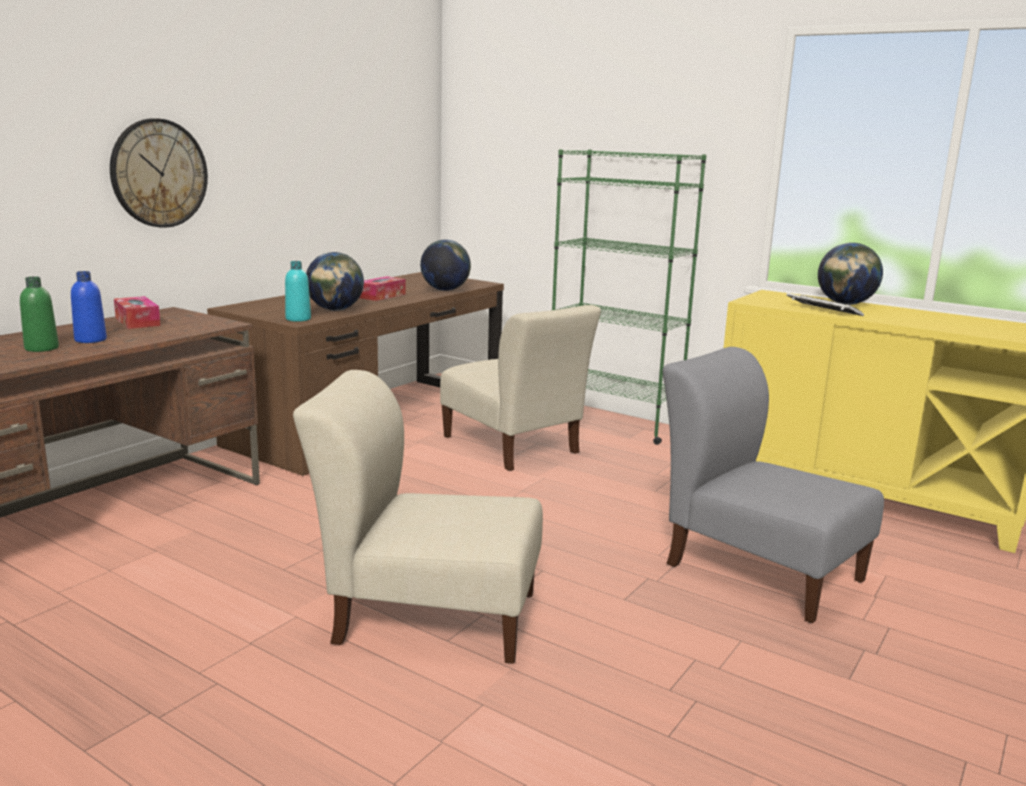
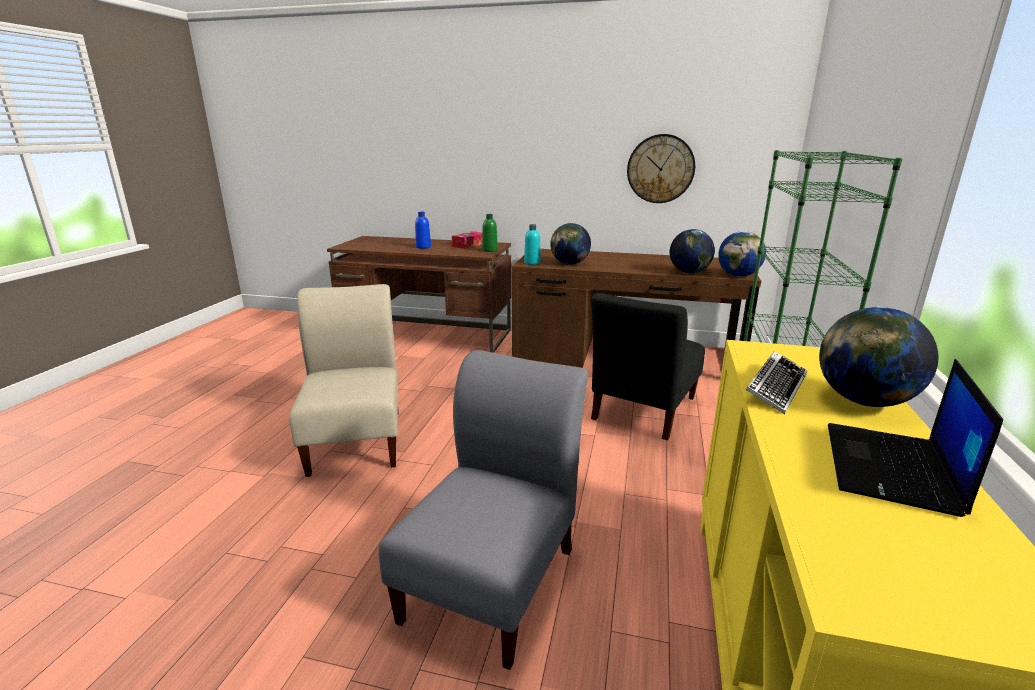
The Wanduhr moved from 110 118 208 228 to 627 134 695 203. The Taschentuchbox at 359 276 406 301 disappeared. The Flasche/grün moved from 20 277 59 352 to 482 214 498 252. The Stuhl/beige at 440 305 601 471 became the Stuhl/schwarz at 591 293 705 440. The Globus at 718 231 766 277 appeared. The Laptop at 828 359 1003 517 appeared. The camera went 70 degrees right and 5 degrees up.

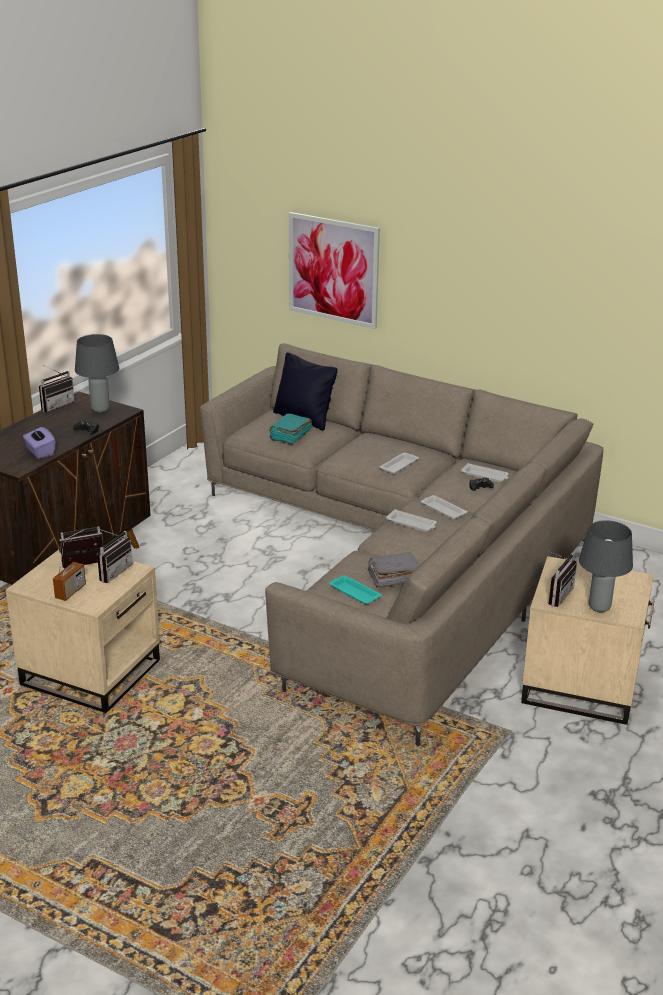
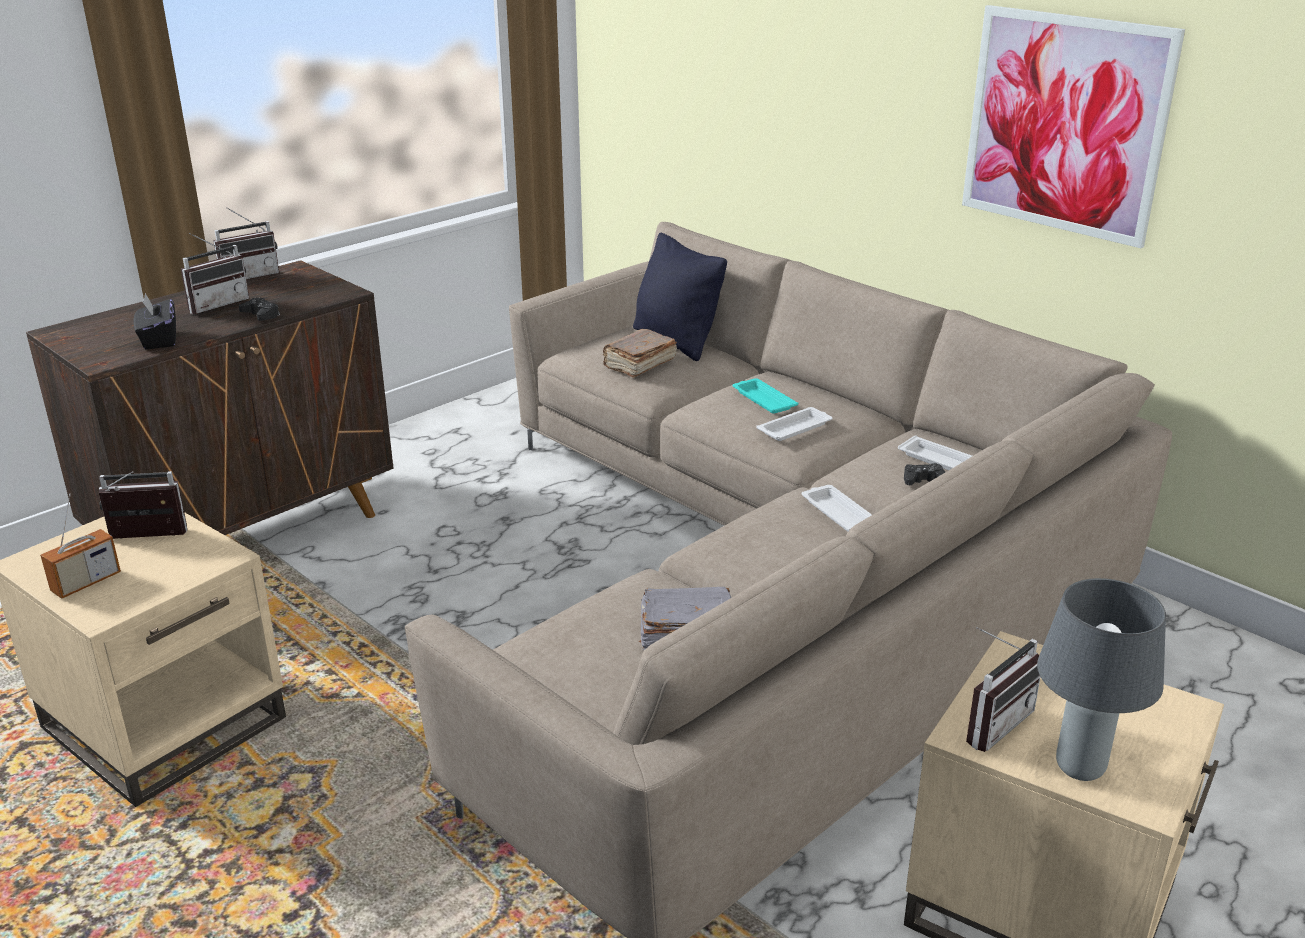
The Bild moved from 289 212 380 329 to 962 5 1185 248. The Tischlampe/grau at 75 334 119 413 disappeared. The Buch/türkis at 269 414 312 445 became the Buch/braun at 603 329 677 378. The Taschentuchbox/lila at 23 426 55 459 became the Taschentuchbox/schwarz at 134 293 176 349. The Tablett/weiß at 386 509 437 532 disappeared. The Radio moved from 96 528 133 583 to 181 233 249 314. The Tablett/türkis moved from 329 575 382 604 to 732 378 798 414. The camera went 15 degrees right and 0 degrees up.

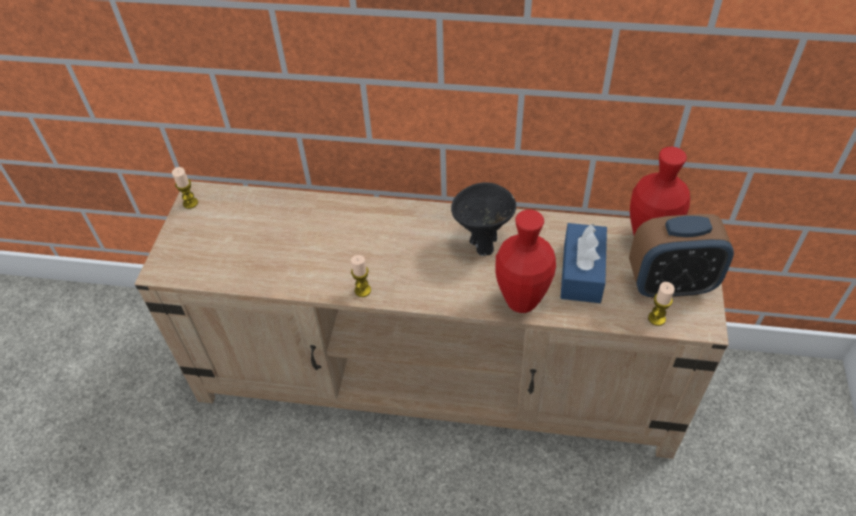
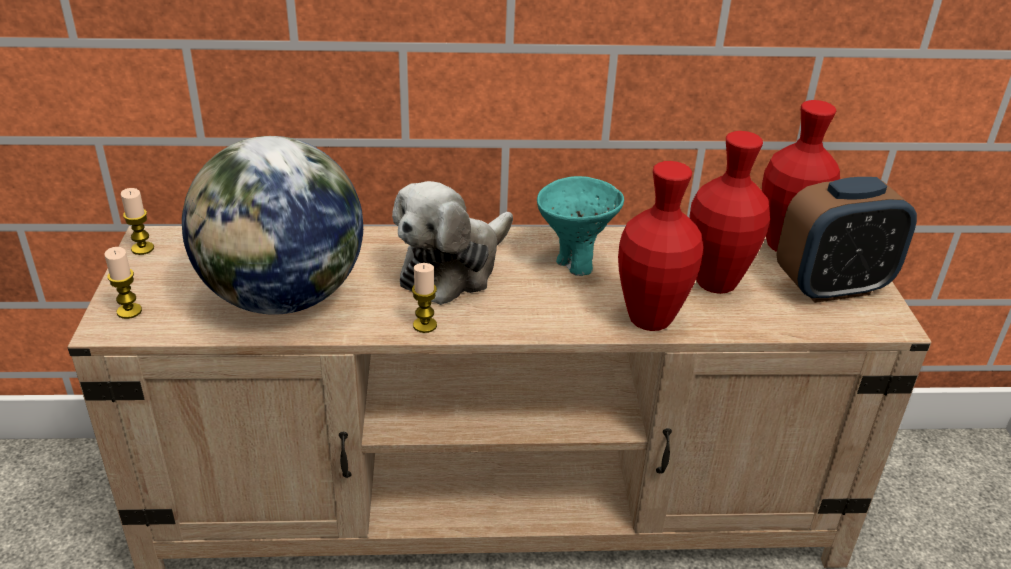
The Schüssel/schwarz at 451 182 516 256 became the Schüssel/türkis at 537 176 624 276. The Taschentuchbox/blau at 560 223 607 303 was replaced by the Vase/rot at 689 131 770 294. The Kerze moved from 648 282 675 326 to 104 247 142 319. The Globus at 182 136 363 315 appeared. The Plüschtier at 392 181 513 305 appeared. The camera went 15 degrees left and 15 degrees down.

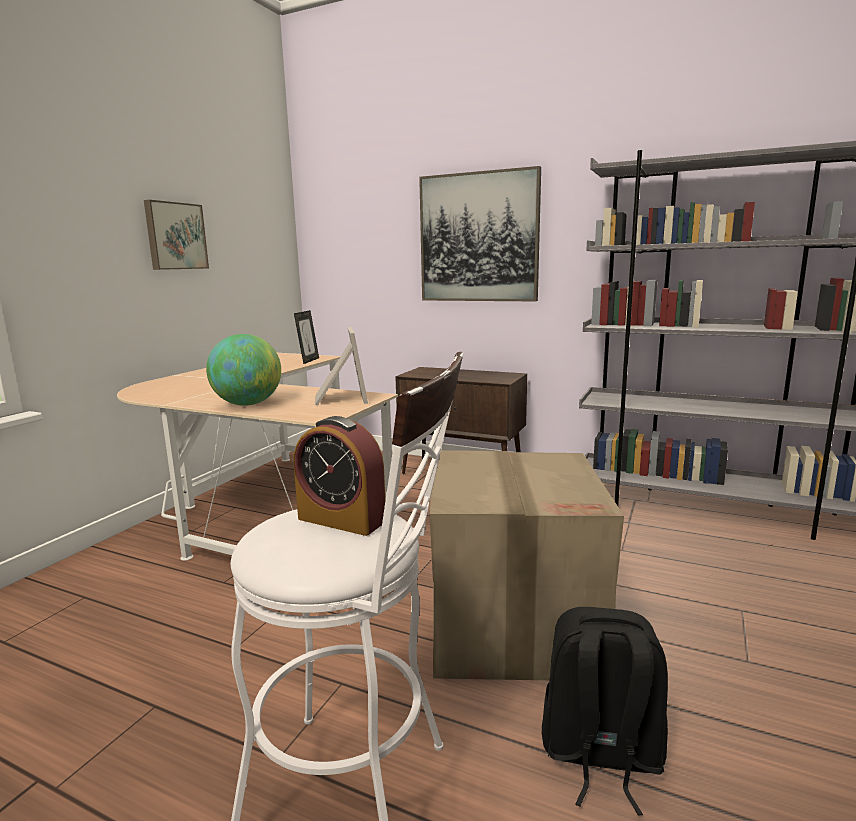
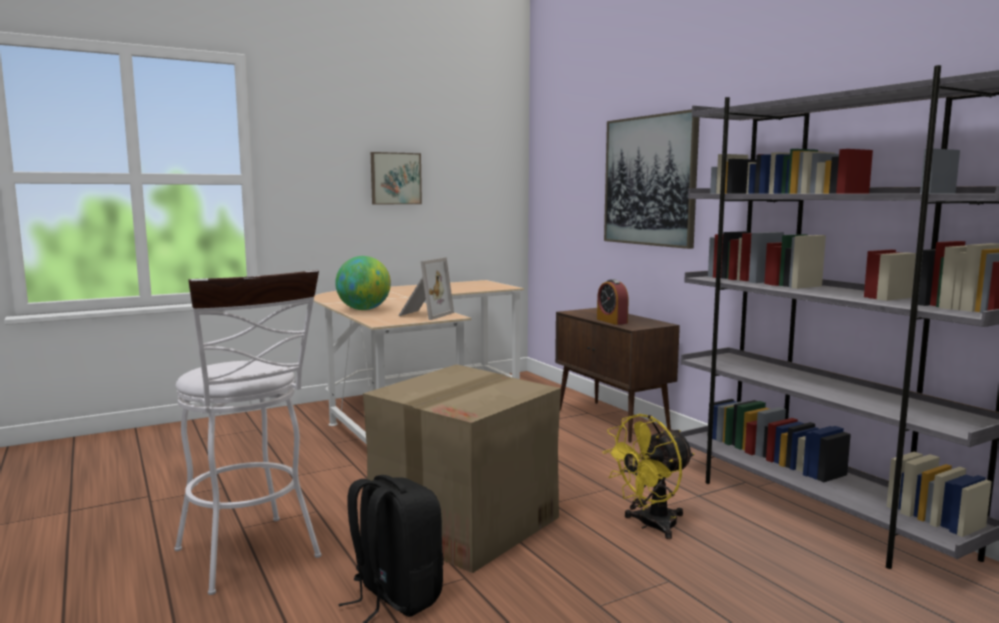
The Bilderrahmen at 294 310 319 364 disappeared. The Wecker moved from 294 416 385 536 to 597 279 629 325. The Ventilator/gelb at 602 414 694 539 appeared. The camera went 35 degrees right and 5 degrees down.

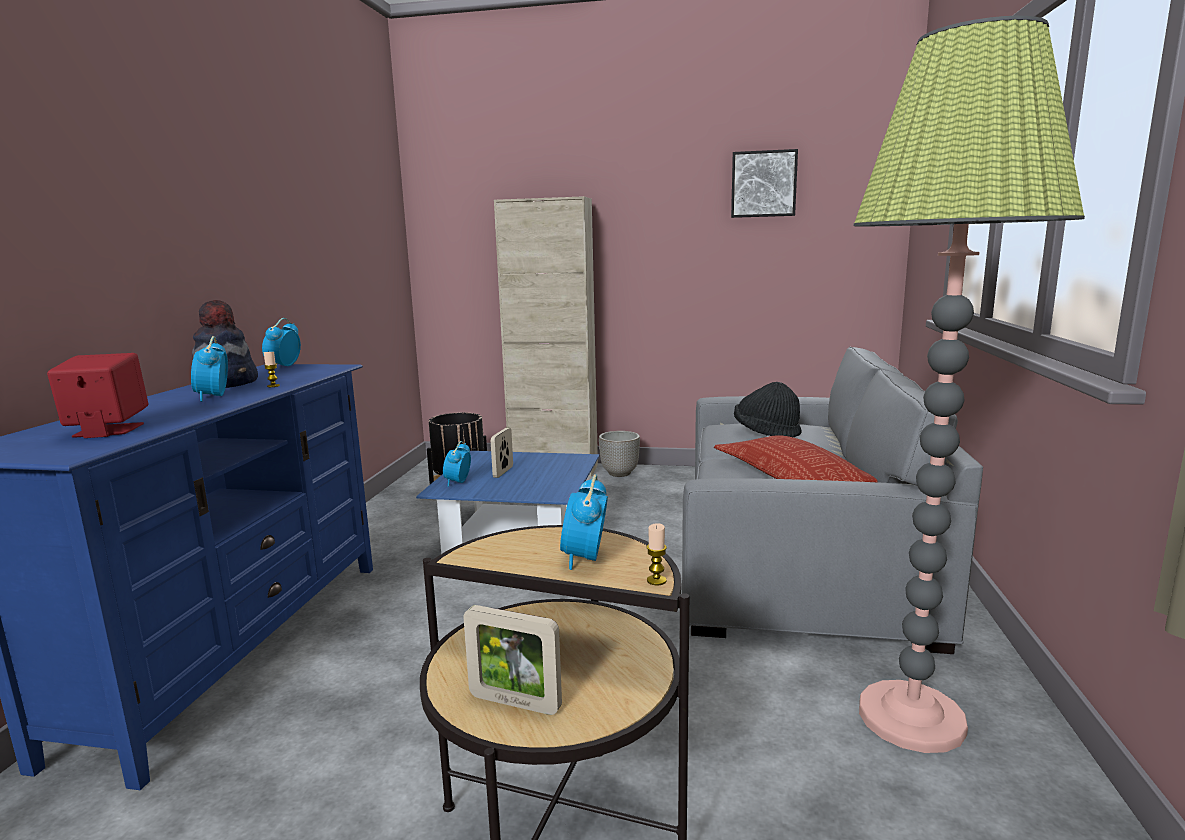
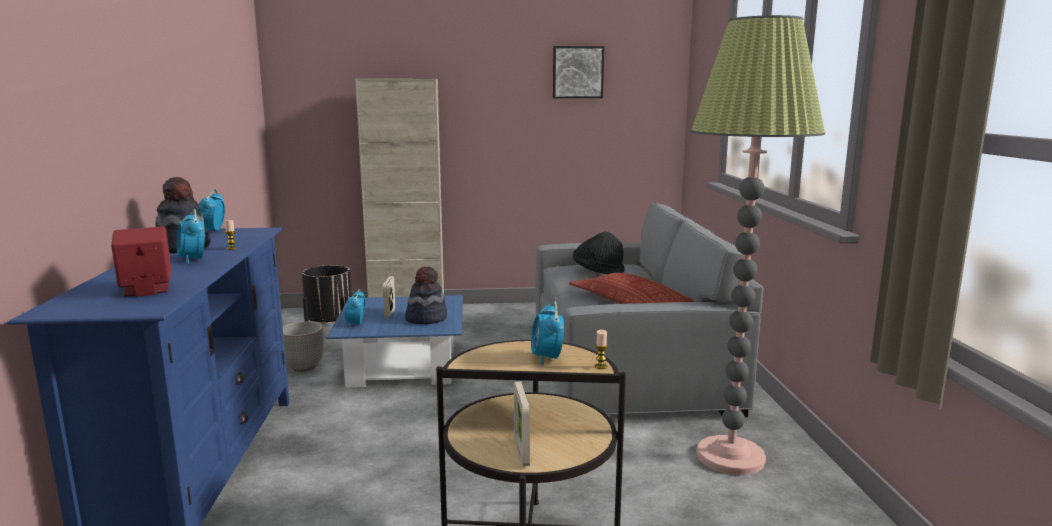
The Pflanzkübel moved from 599 431 640 477 to 283 322 324 372. The Bilderrahmen at 463 605 562 715 turned 75 degrees clockwise. The Hut at 405 266 447 324 appeared. The camera went 15 degrees left and 0 degrees up.

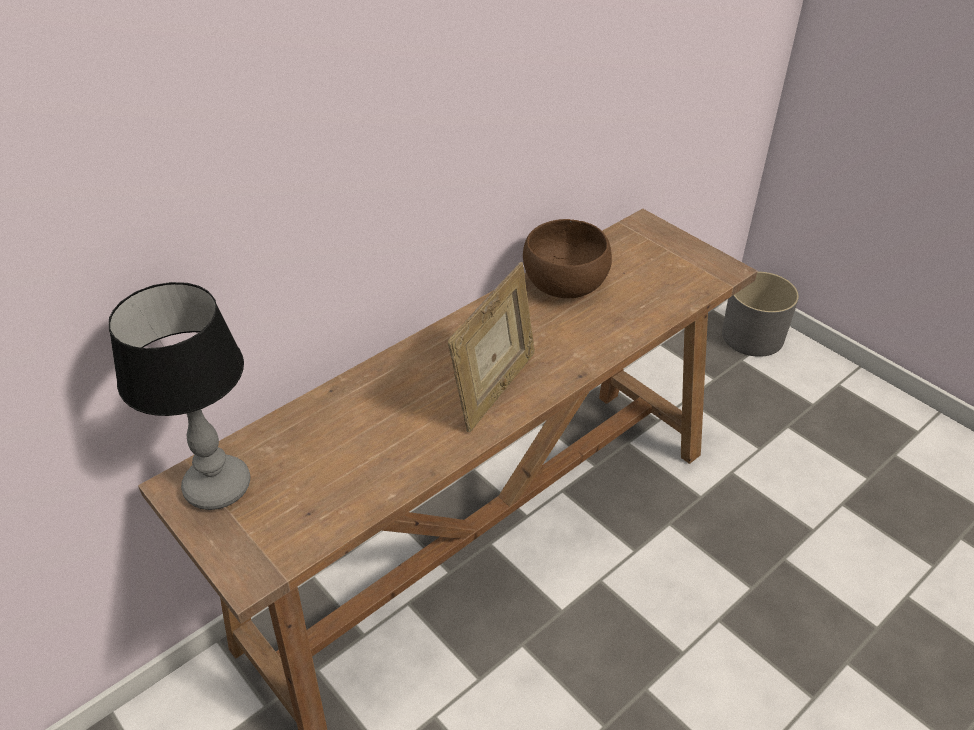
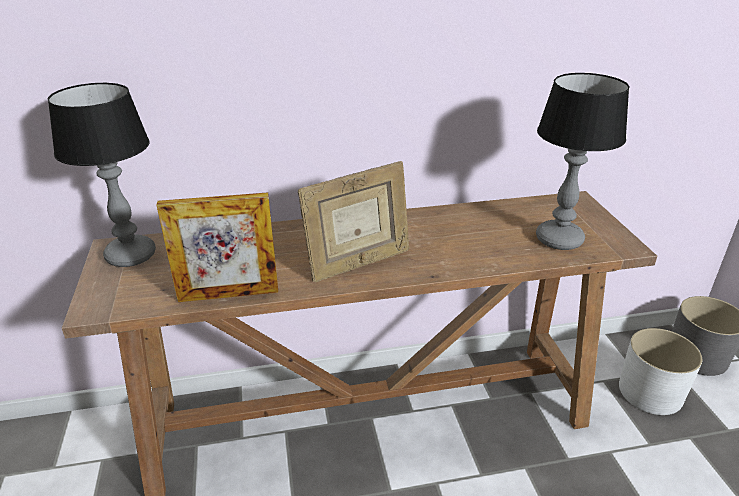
The Schüssel/braun at 523 219 612 298 disappeared. The Tischlampe at 536 73 630 250 appeared. The Bilderrahmen at 156 193 278 302 appeared. The Pflanzkübel/weiß at 619 328 702 415 appeared. The camera went 30 degrees right and 10 degrees down.

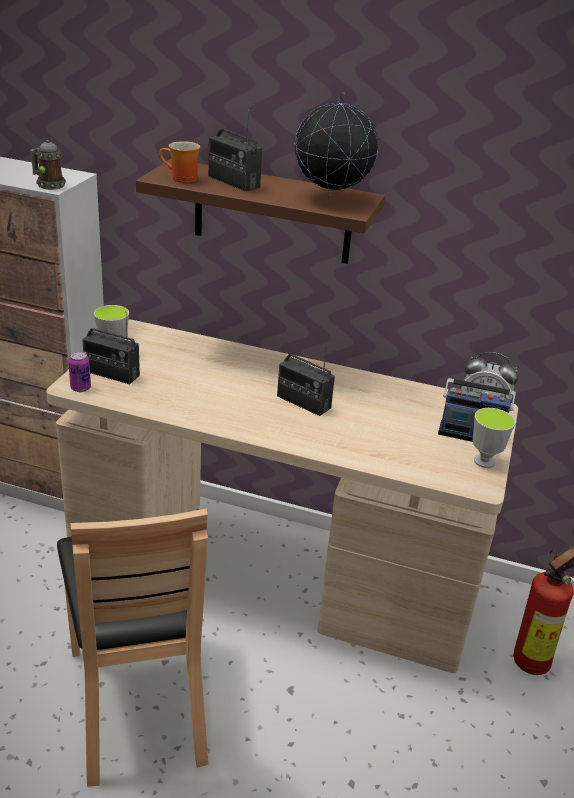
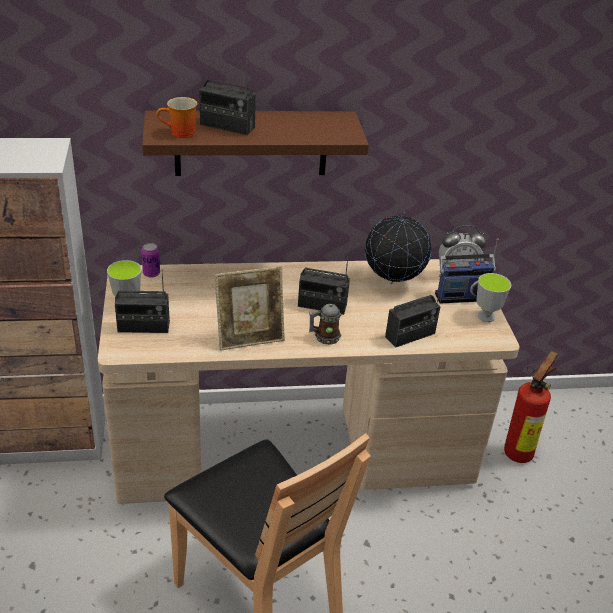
The Globus moved from 295 93 378 199 to 365 212 431 284. The Henkelbecher moved from 30 140 66 190 to 309 304 341 345. The Dose moved from 68 351 91 392 to 141 243 160 278. The Bilderrahmen at 215 266 285 351 appeared. The Radio at 385 273 443 348 appeared. The camera went 25 degrees left and 5 degrees up.

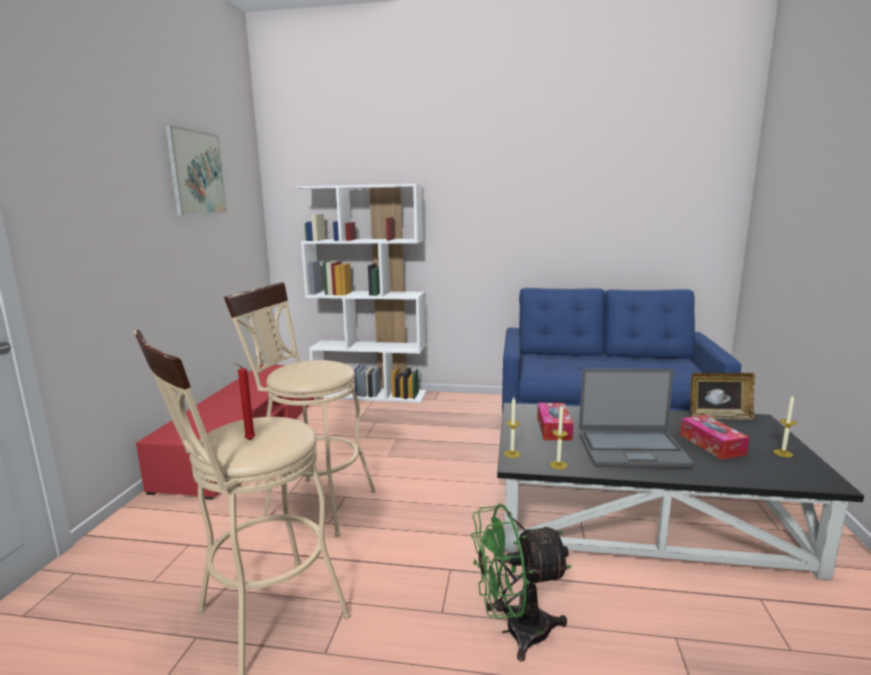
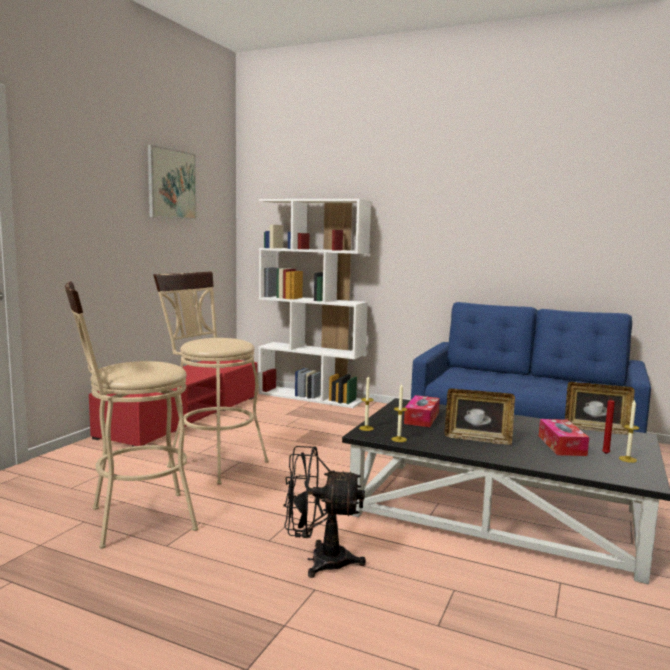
The Kerze/rot moved from 232 362 255 440 to 602 395 615 454. The Laptop at 579 369 694 468 was replaced by the Bilderrahmen at 444 389 515 445. The Ventilator/grün at 471 504 572 662 became the Ventilator/schwarz at 284 446 366 578. The camera went 15 degrees right and 5 degrees down.

